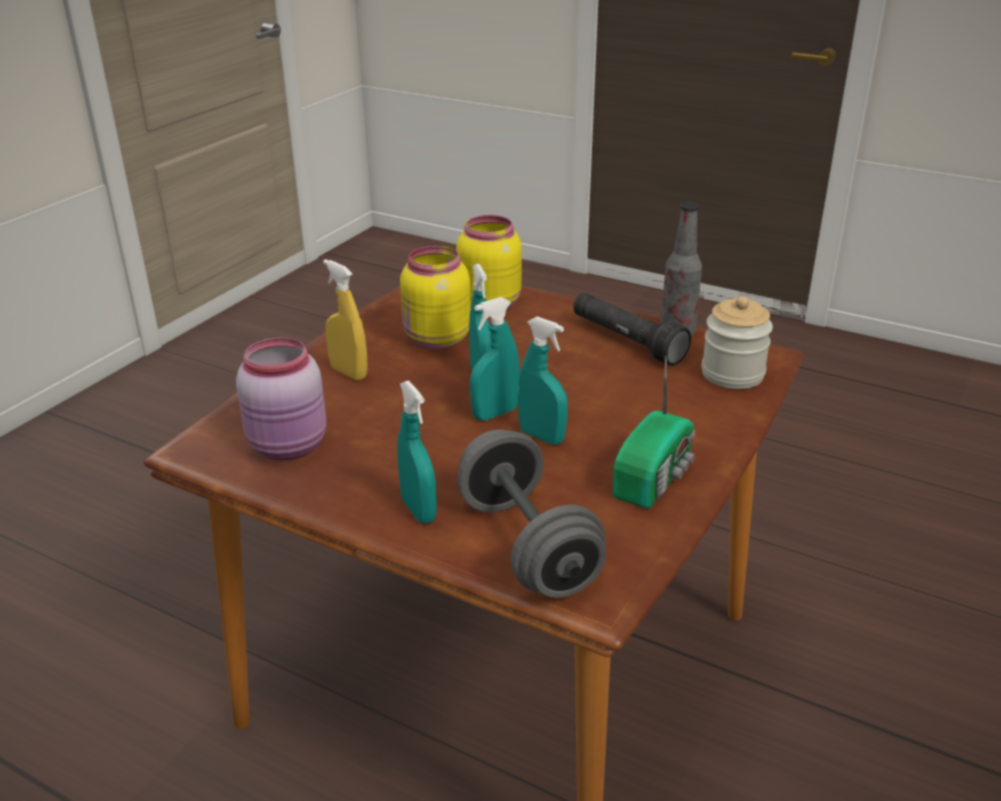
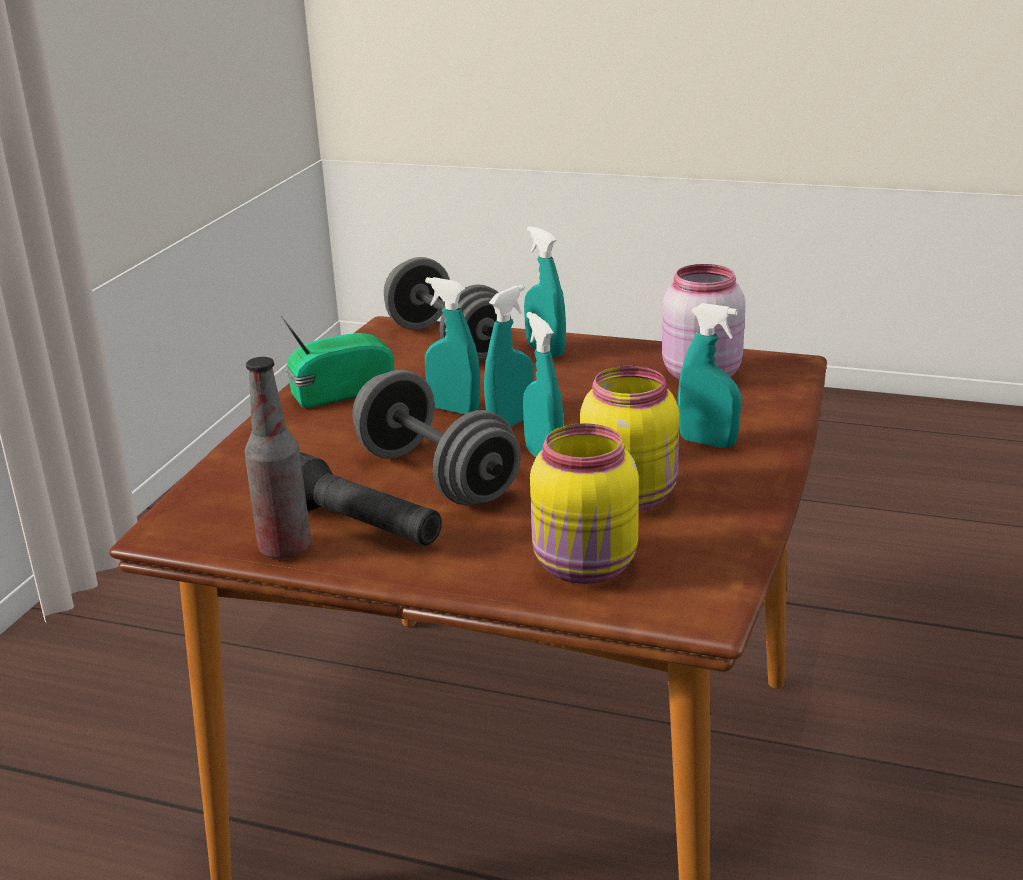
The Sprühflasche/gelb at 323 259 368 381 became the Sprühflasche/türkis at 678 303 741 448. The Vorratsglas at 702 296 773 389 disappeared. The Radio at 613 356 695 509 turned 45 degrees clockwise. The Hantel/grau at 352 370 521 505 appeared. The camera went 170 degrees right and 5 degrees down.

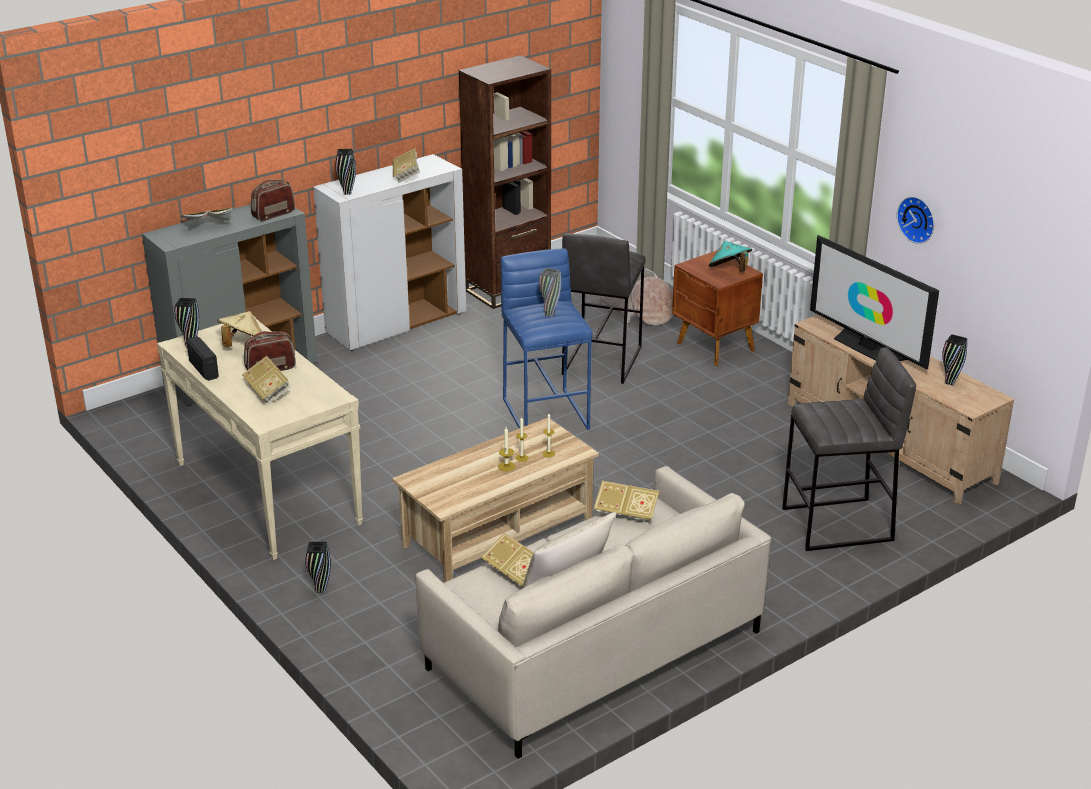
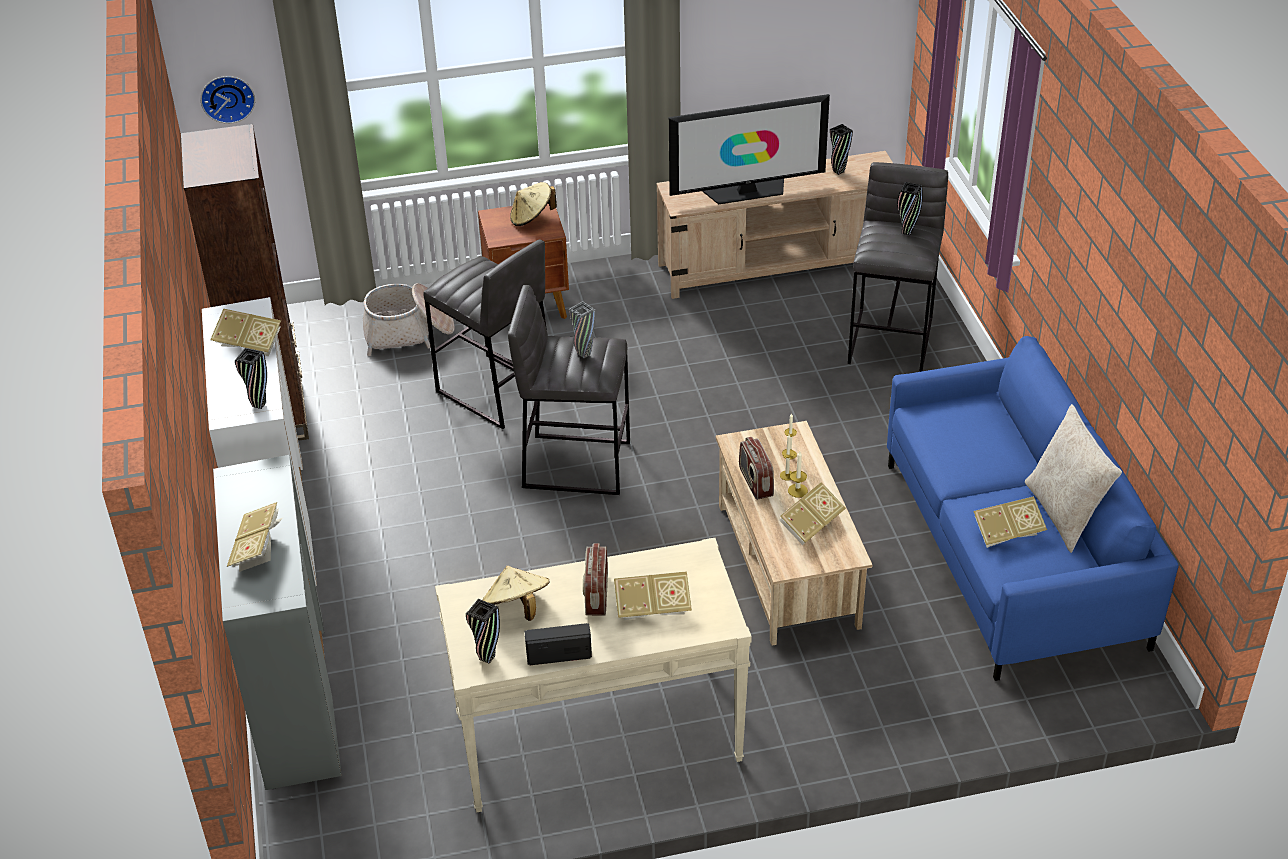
The Radio moved from 251 179 295 221 to 739 437 774 500. The Wanduhr moved from 897 196 934 244 to 201 76 255 124. The Hut/türkis at 709 241 752 272 became the Hut/beige at 510 182 557 226. The Hocker/blau at 501 248 593 430 became the Hocker/grau at 508 285 630 495. The Sofa/beige at 415 466 771 759 became the Sofa/blau at 887 336 1179 681. The Buch moved from 593 481 659 524 to 779 482 846 545. The Vase/schwarz moved from 305 542 331 593 to 897 182 923 235. The camera went 65 degrees left and 10 degrees up.

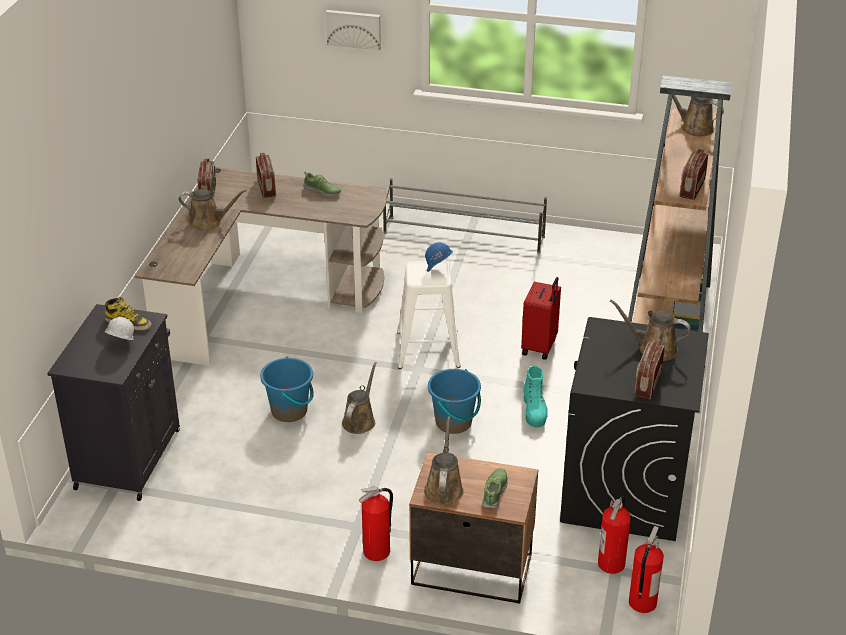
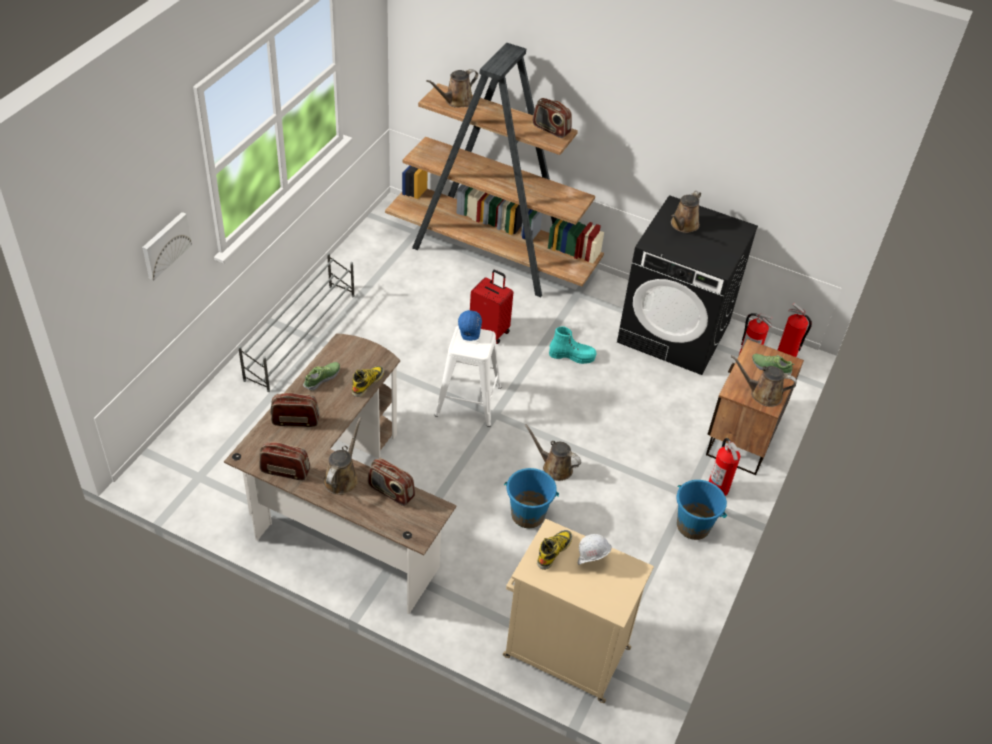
The Schrank/schwarz at 47 304 180 501 became the Schrank/beige at 503 519 654 703. The Radio moved from 634 340 665 400 to 368 458 415 506. The Eimer/blau moved from 428 369 481 434 to 677 480 727 540. The Stiefel at 352 366 384 397 appeared. The camera went 80 degrees left and 10 degrees up.

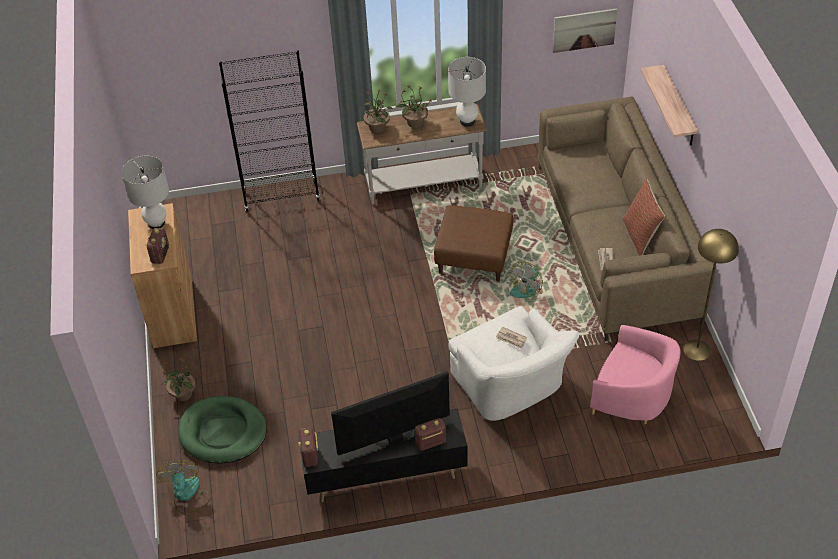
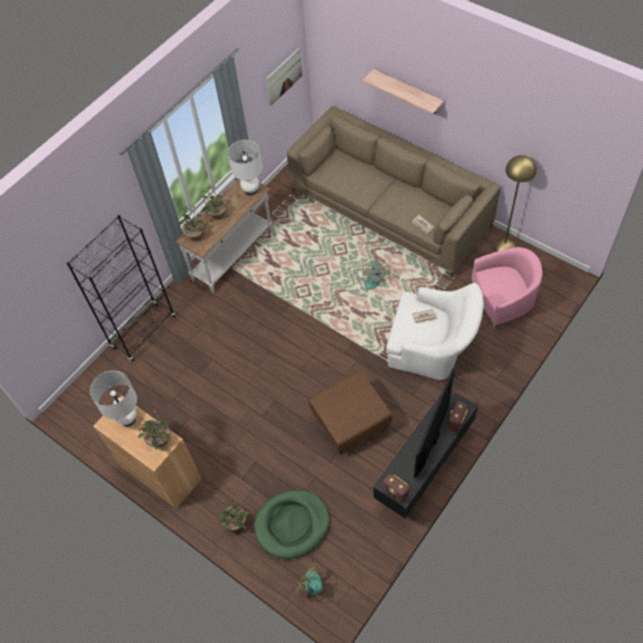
The Kissen at 623 179 665 255 disappeared. The Polsterhocker/braun moved from 434 205 513 282 to 308 371 392 454. The Radio at 146 228 169 264 was replaced by the Topfpflanze at 138 410 171 450. The camera went 40 degrees left and 10 degrees up.

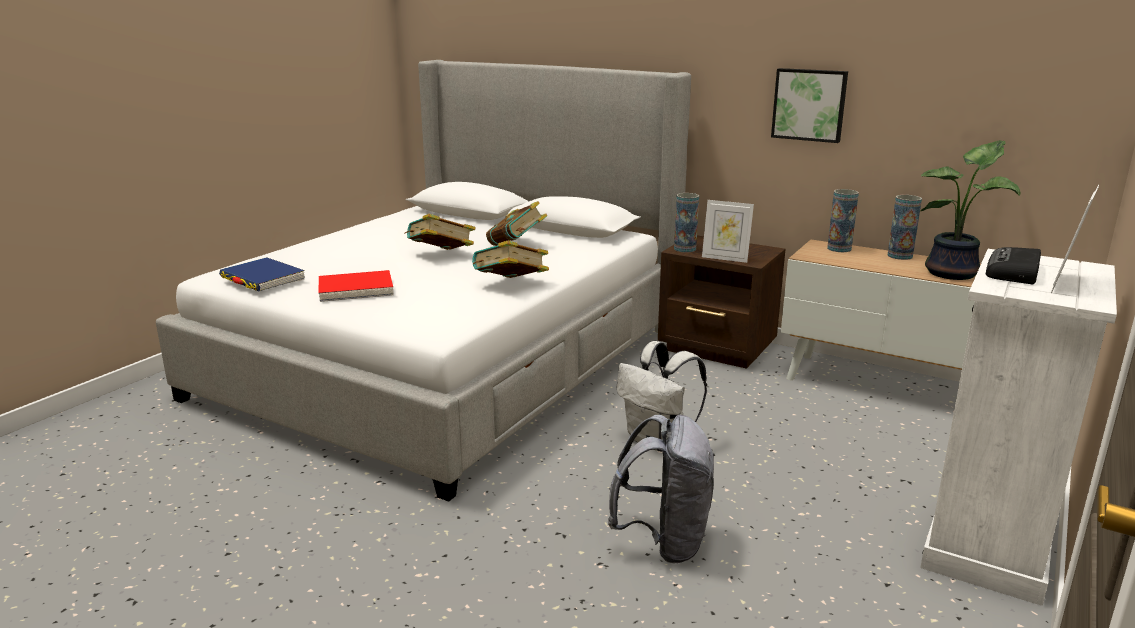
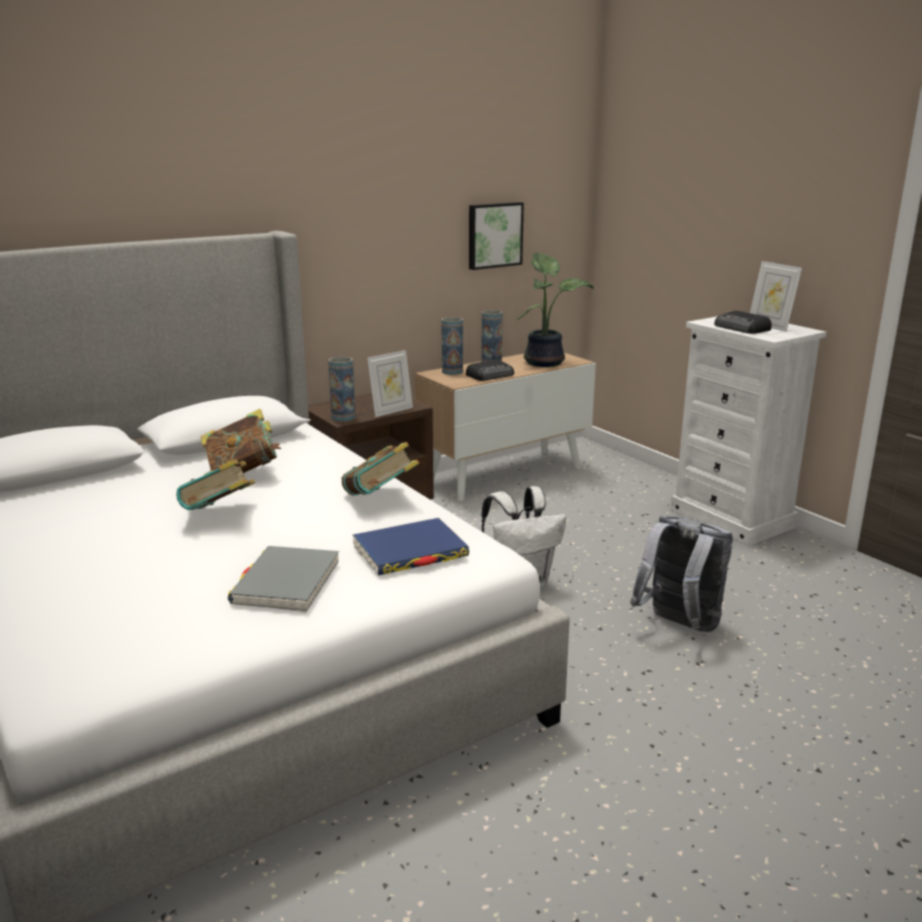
The Bild moved from 771 68 848 143 to 469 202 524 270. The Buch/blau moved from 219 257 305 291 to 353 518 469 576. The Buch/rot at 319 270 394 302 became the Buch/grau at 228 546 339 613. The Radio at 466 360 514 381 appeared. The camera went 65 degrees left and 0 degrees up.

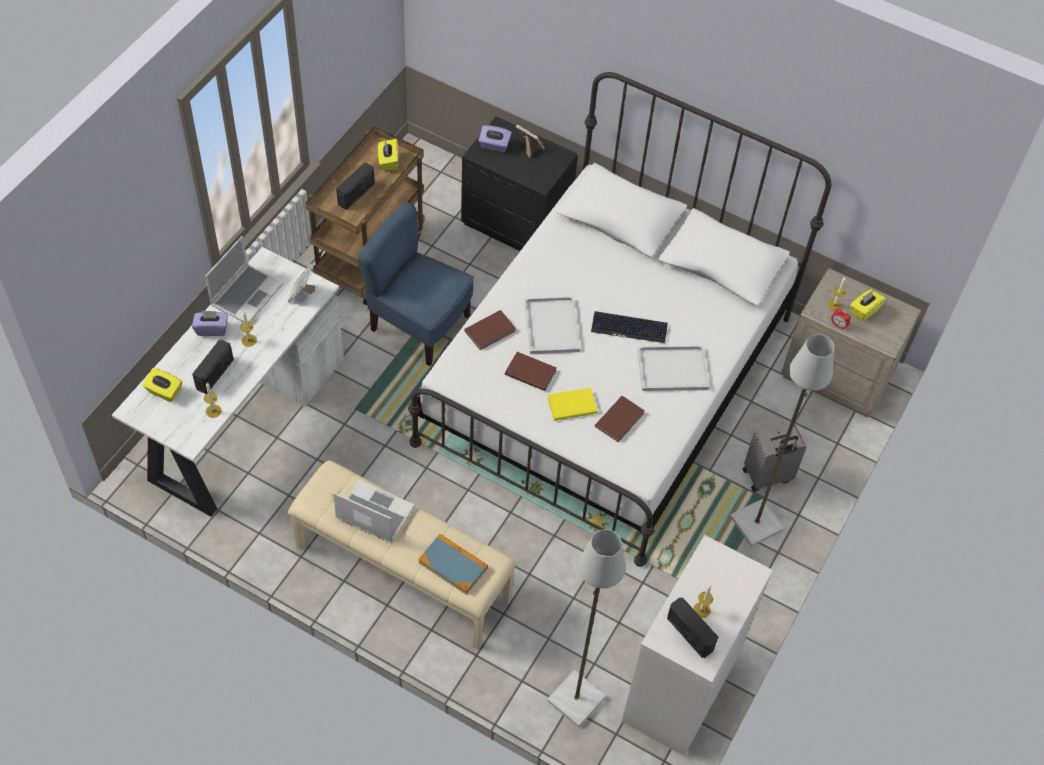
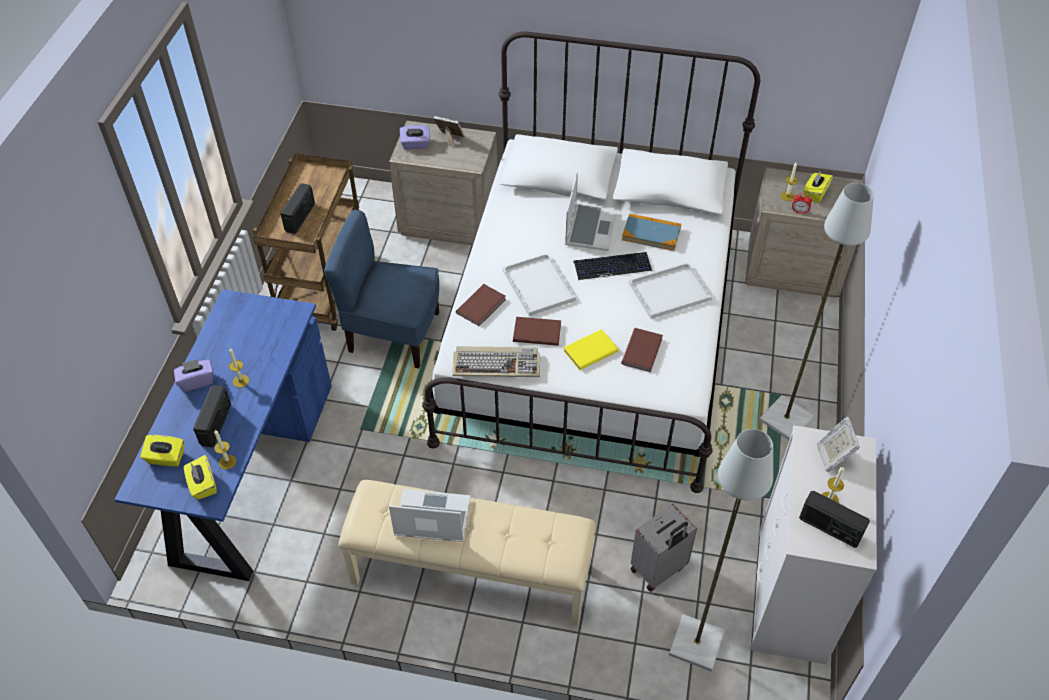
The Nachttisch/schwarz at 461 117 578 251 became the Nachttisch/beige at 389 120 497 246. The Taschentuchbox/gelb moved from 378 139 399 170 to 184 455 217 500. The Laptop moved from 205 236 283 322 to 565 172 617 251. The Schreibtisch/weiß at 112 247 344 517 became the Schreibtisch/blau at 114 289 332 581. The Bilderrahmen moved from 288 264 315 303 to 817 417 860 472. The Koffer/grau moved from 743 422 807 492 to 631 504 697 592. The Buch moved from 418 534 488 595 to 622 213 681 251. The Tastatur at 452 346 540 377 appeared. The camera went 15 degrees left and 5 degrees down.

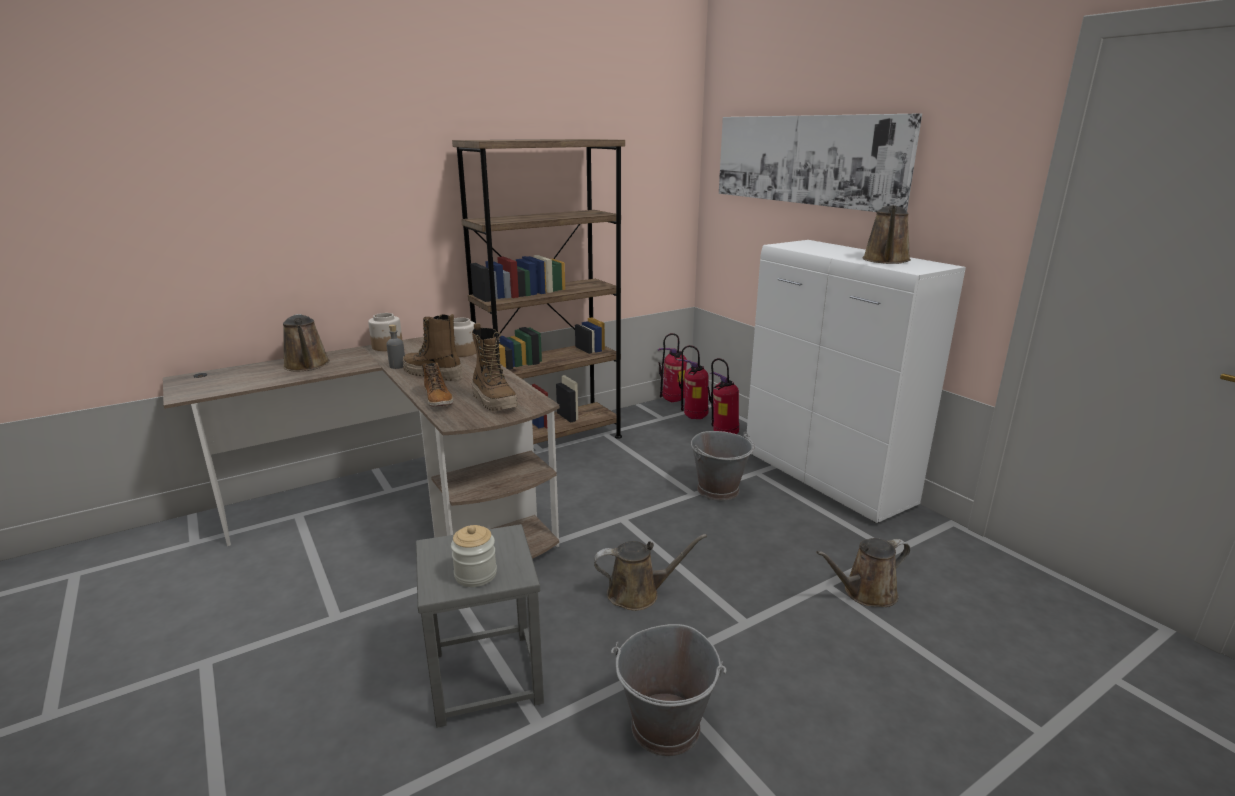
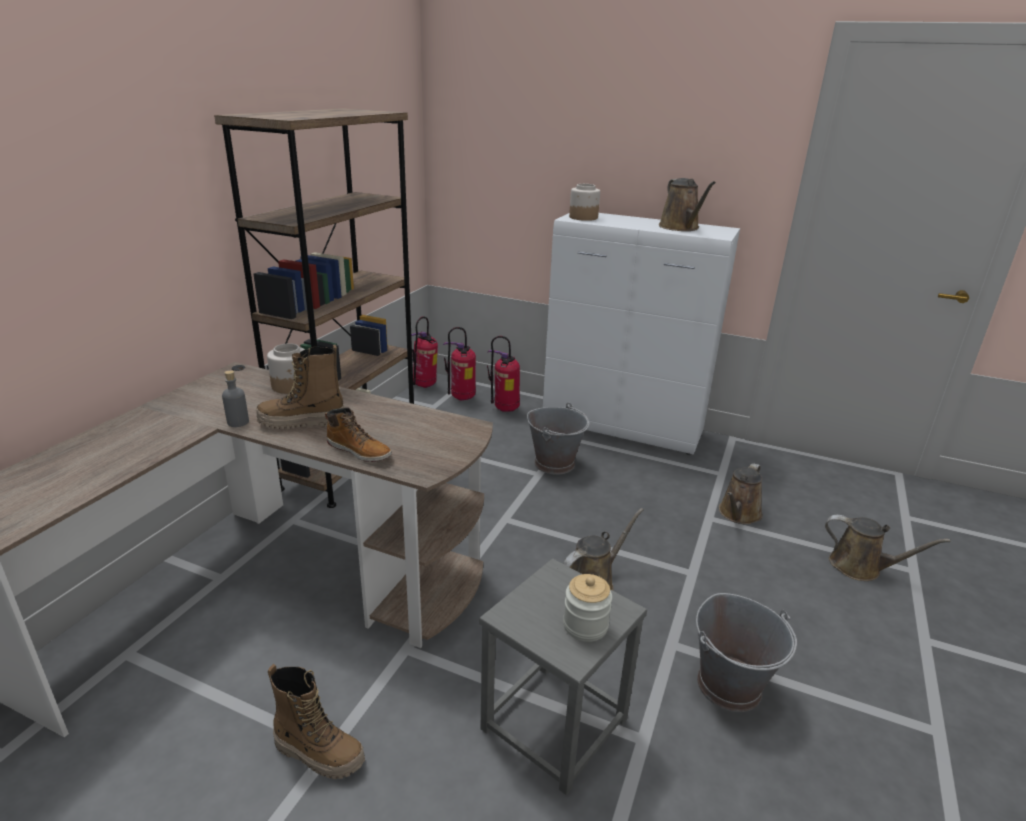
The Bild at 719 113 922 212 disappeared. The Vorratsglas moved from 368 313 403 351 to 569 184 600 221. The Gießkanne/braun moved from 283 314 330 371 to 825 515 950 581. The Stiefel moved from 472 323 517 411 to 268 664 365 779. The camera went 35 degrees left and 5 degrees up.

